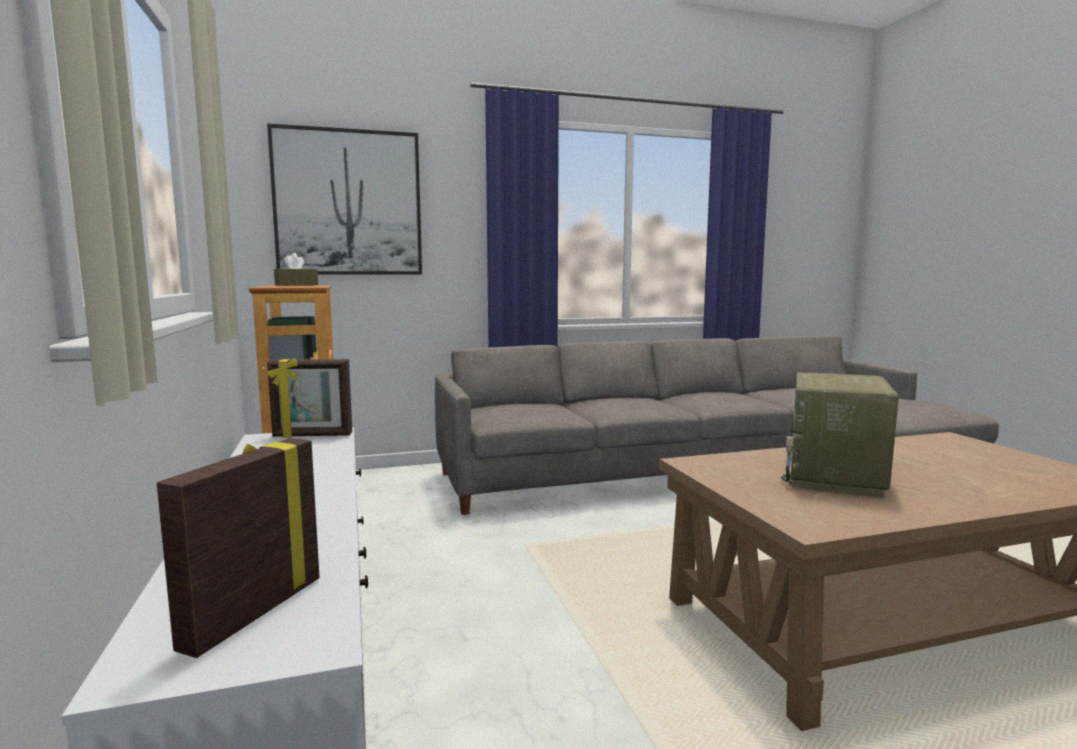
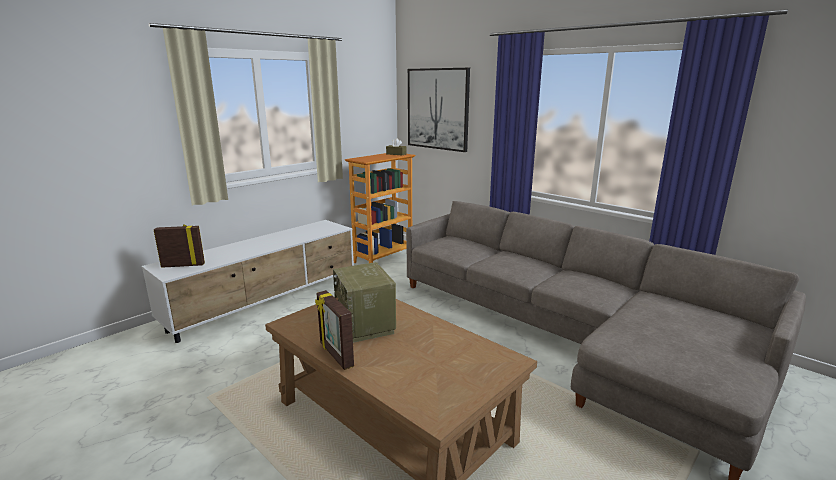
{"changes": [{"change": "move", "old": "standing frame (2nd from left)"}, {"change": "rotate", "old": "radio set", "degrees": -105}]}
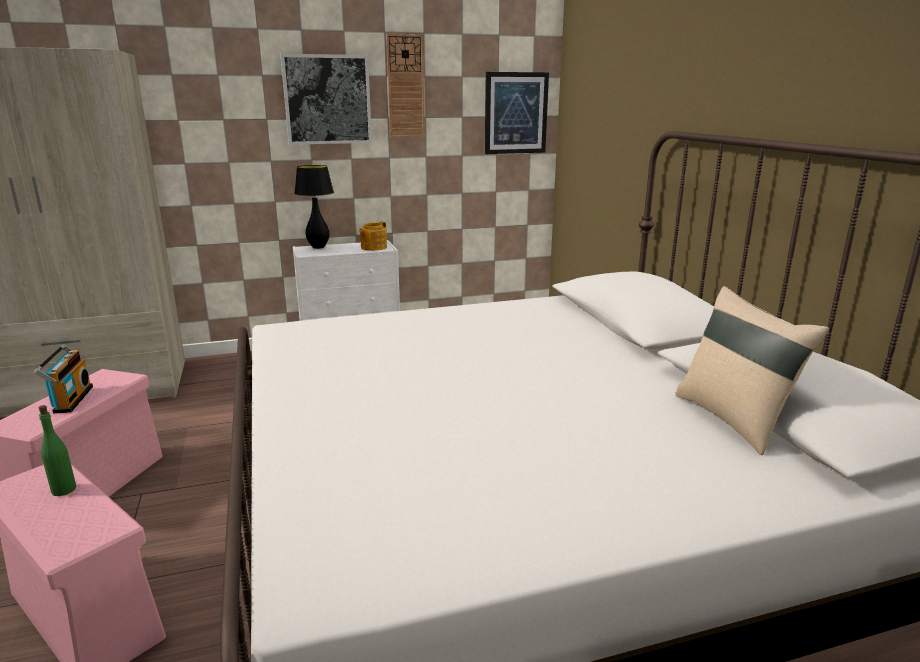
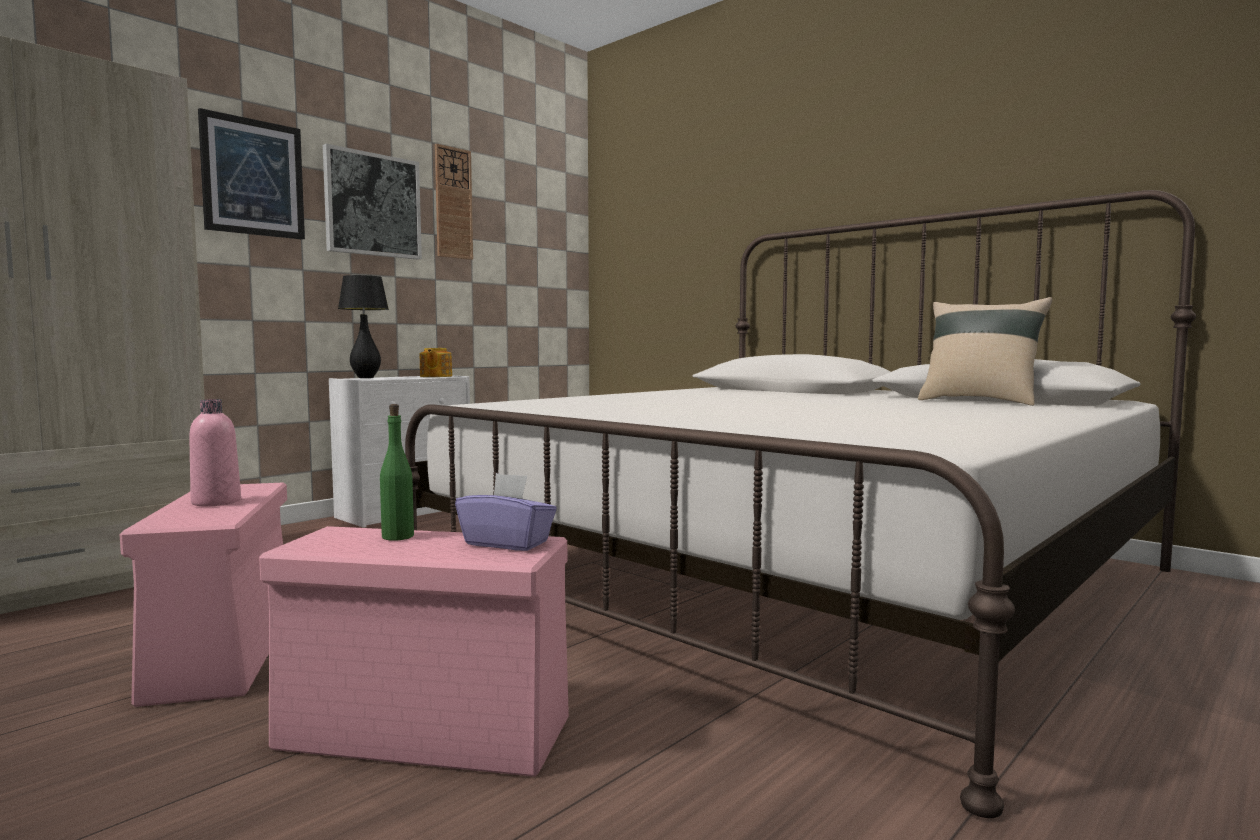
{"changes": [{"change": "insert", "new": "purplish tissue holder"}, {"change": "move", "old": "picture (2nd from left in the first image)", "new": "picture (1st from left)"}, {"change": "replace", "old": "radio set", "new": "pink-coloured beverage bottle"}]}
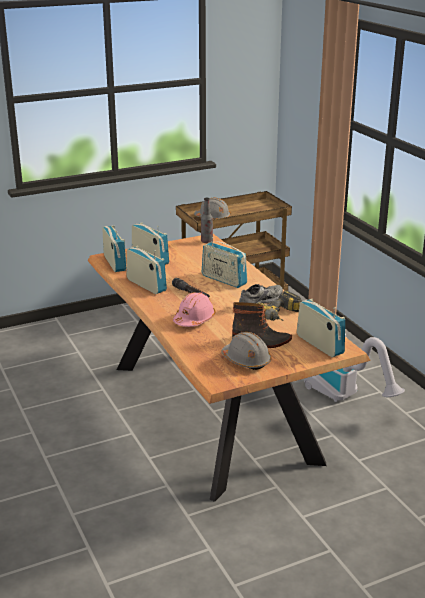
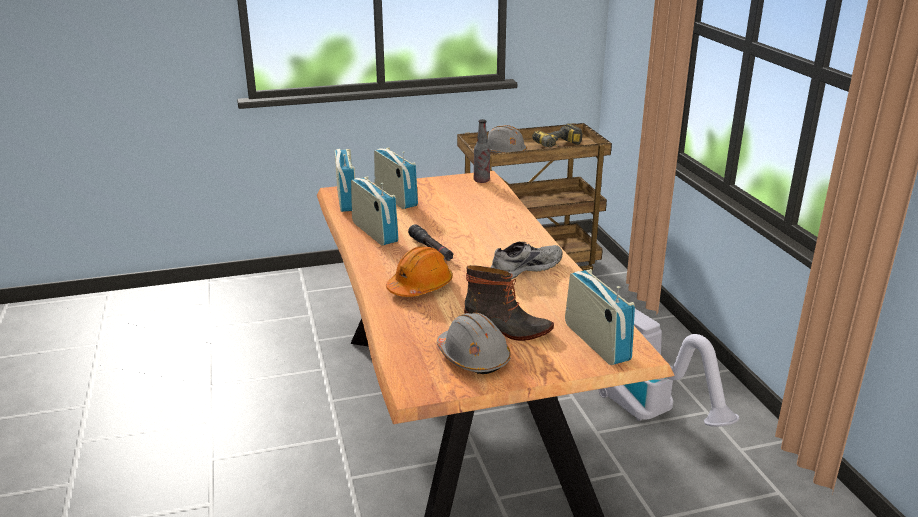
{"changes": [{"change": "delete", "old": "radio set (4th from left)"}, {"change": "move", "old": "drill"}, {"change": "recolor", "old": "pink-coloured safety helmet", "new": "orange safety helmet"}]}
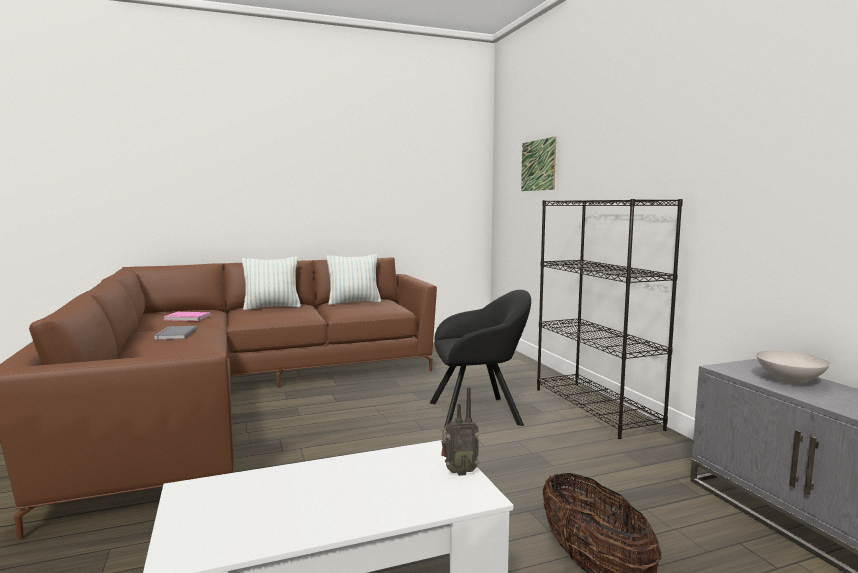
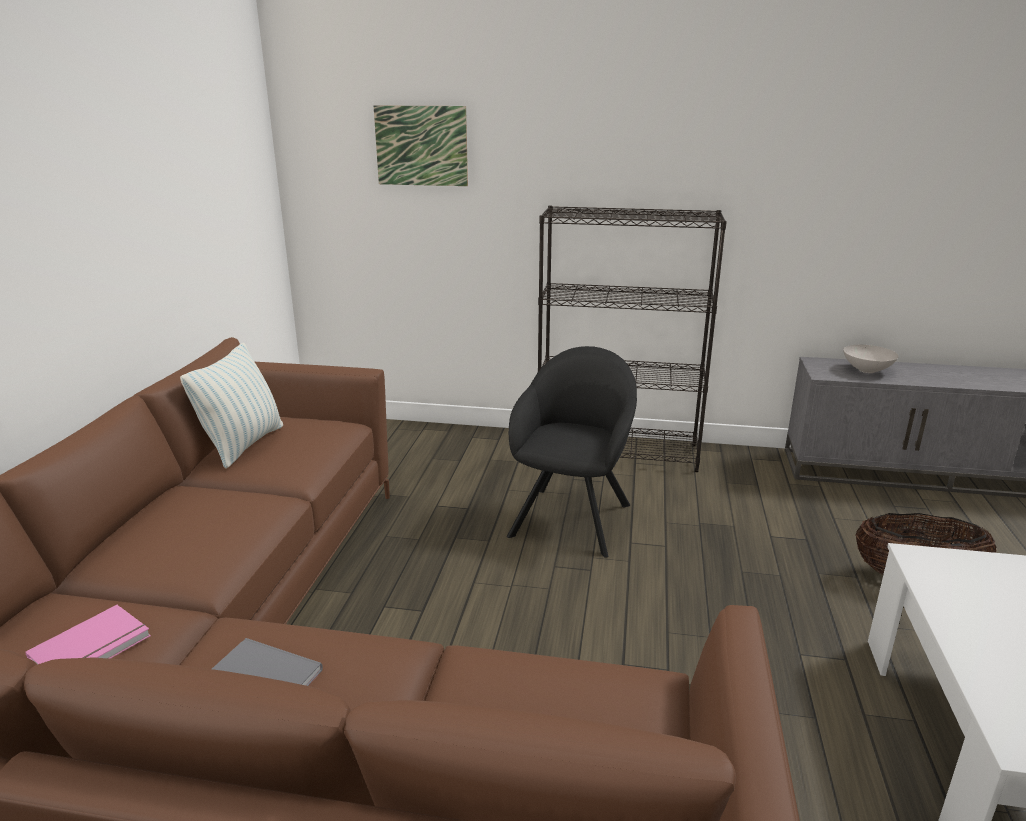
{"changes": [{"change": "delete", "old": "pillow (1st from left)"}, {"change": "delete", "old": "radio set"}]}
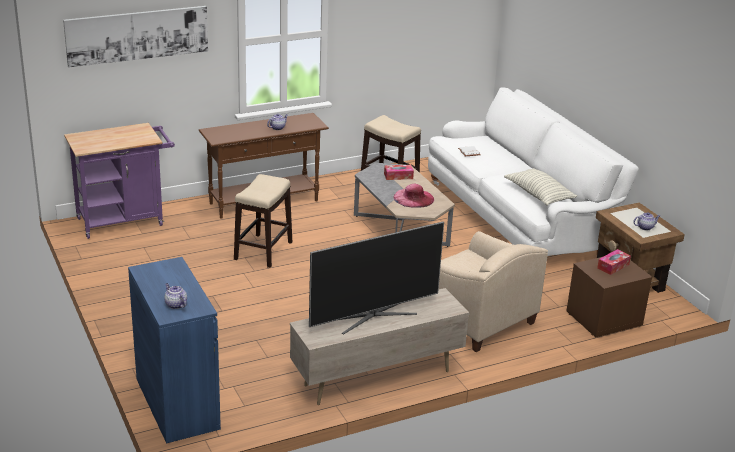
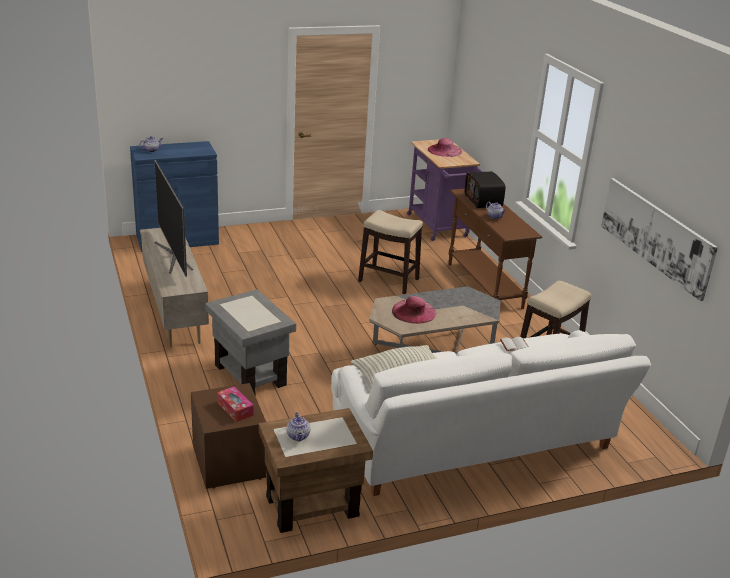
{"changes": [{"change": "delete", "old": "tissue holder (1st from left)"}, {"change": "insert", "new": "pink-coloured clothing hat (2nd from left)"}, {"change": "insert", "new": "radio set"}, {"change": "move", "old": "picture"}, {"change": "replace", "old": "sand-coloured easy chair", "new": "gray accent table"}]}
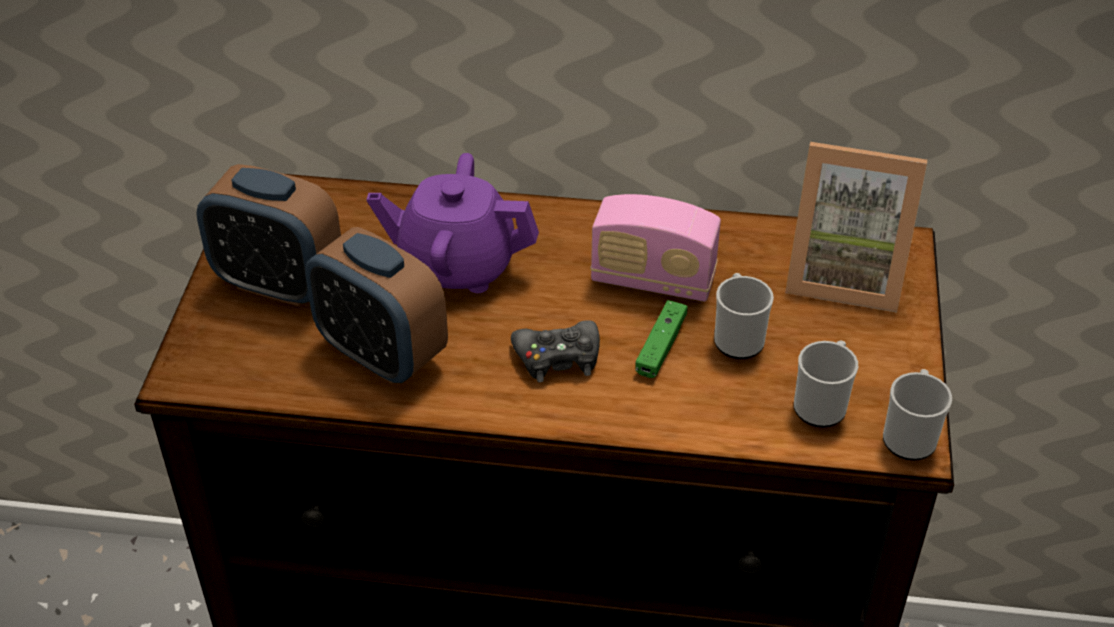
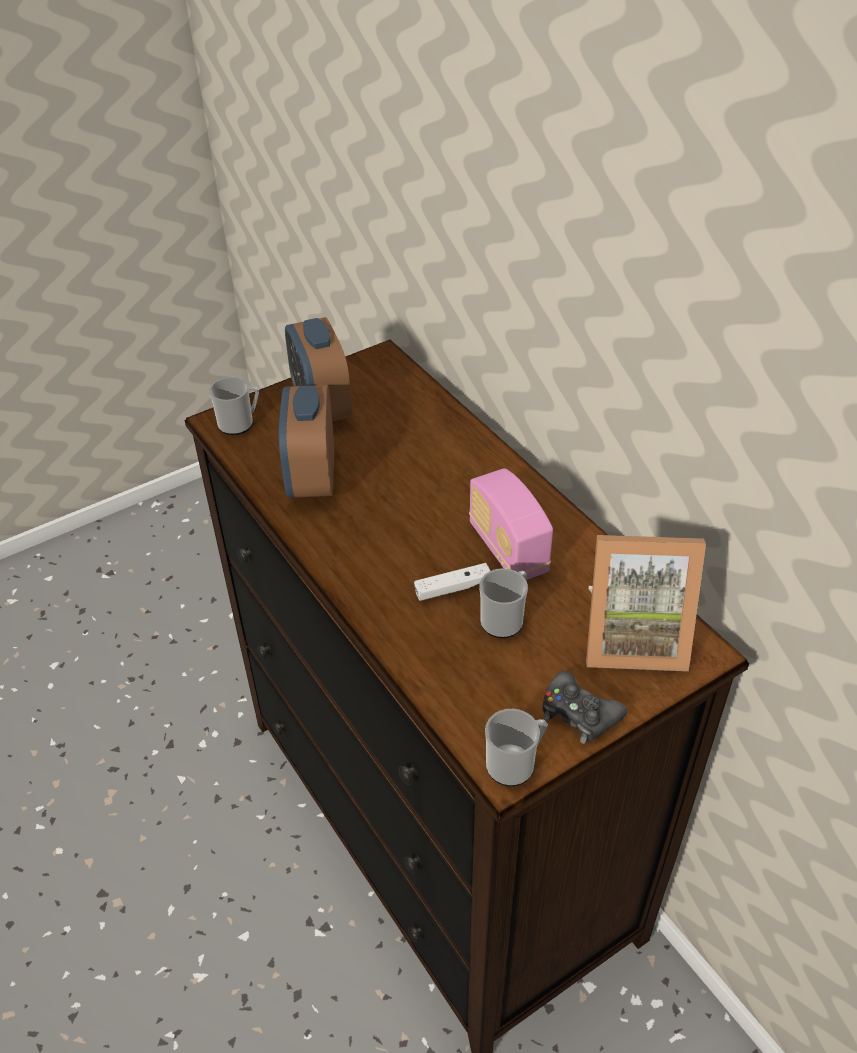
{"changes": [{"change": "delete", "old": "purplish pot for tea"}, {"change": "move", "old": "blackish gamepad"}, {"change": "move", "old": "mug (2nd from left in the first image)", "new": "mug (1st from left)"}, {"change": "recolor", "old": "green-coloured gamepad", "new": "whitish gamepad"}, {"change": "rotate", "old": "standing frame", "degrees": -60}]}
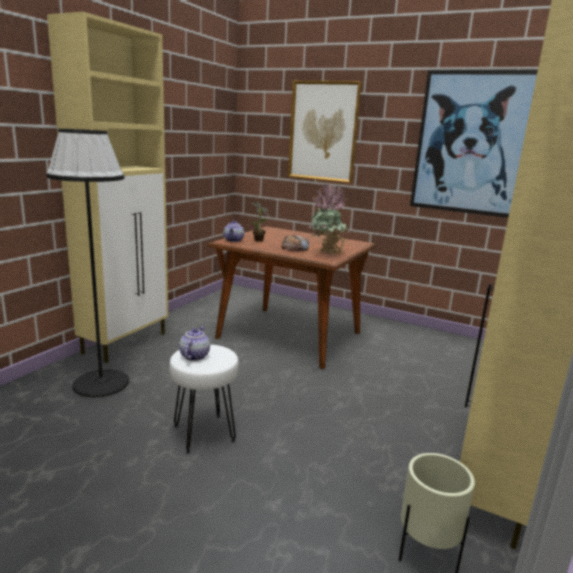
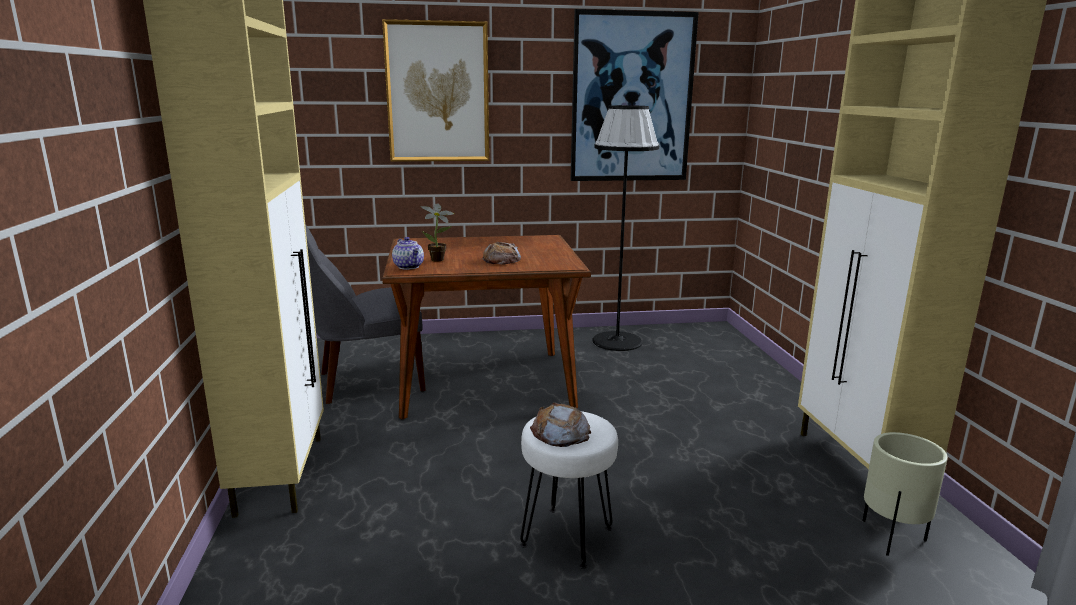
{"changes": [{"change": "delete", "old": "houseplant (2nd from left)"}, {"change": "insert", "new": "gray plain chair"}, {"change": "move", "old": "blackish standing lamp"}, {"change": "replace", "old": "pot for tea (1st from left)", "new": "baked bread (2nd from left)"}]}
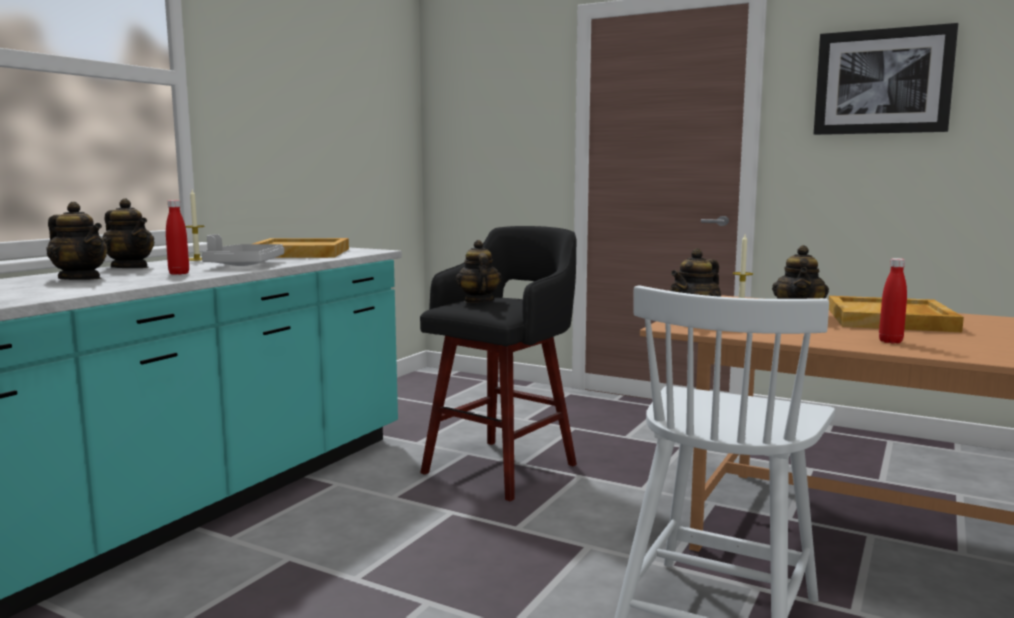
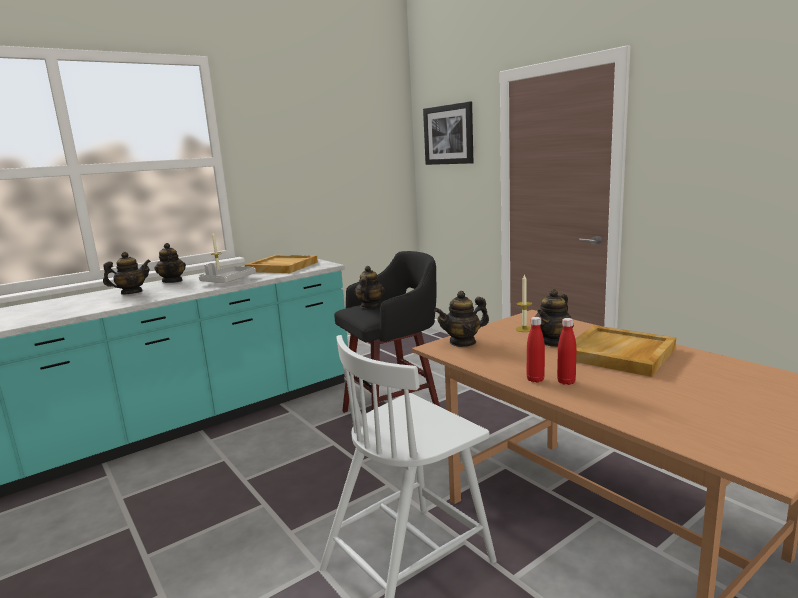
{"changes": [{"change": "move", "old": "red-coloured beverage bottle (1st from left)"}, {"change": "move", "old": "picture"}, {"change": "rotate", "old": "pot for tea (1st from left)", "degrees": -90}]}
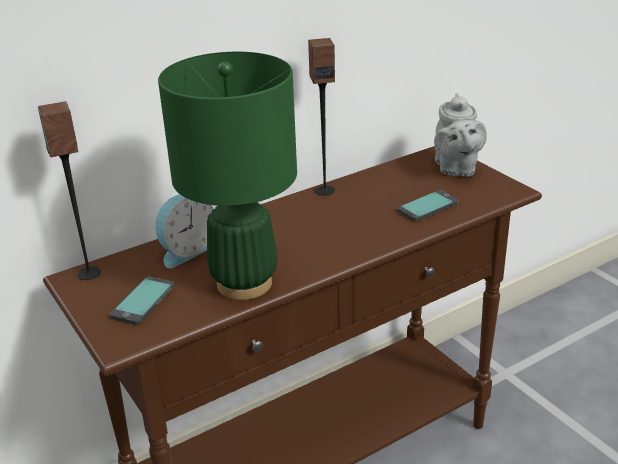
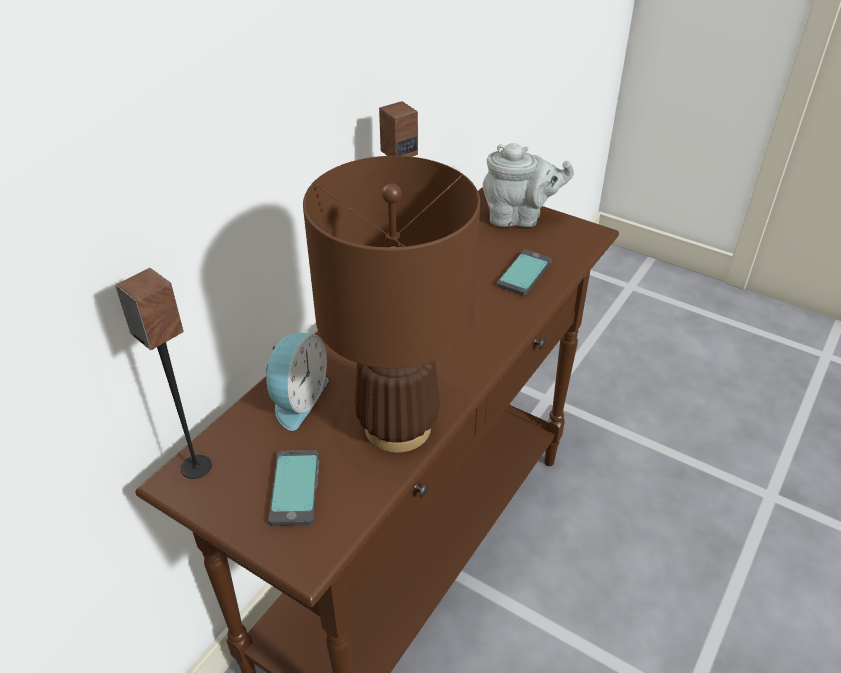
{"changes": [{"change": "recolor", "old": "green-coloured tabletop lamp", "new": "brown-coloured tabletop lamp"}, {"change": "rotate", "old": "gray pot for tea", "degrees": -60}]}
